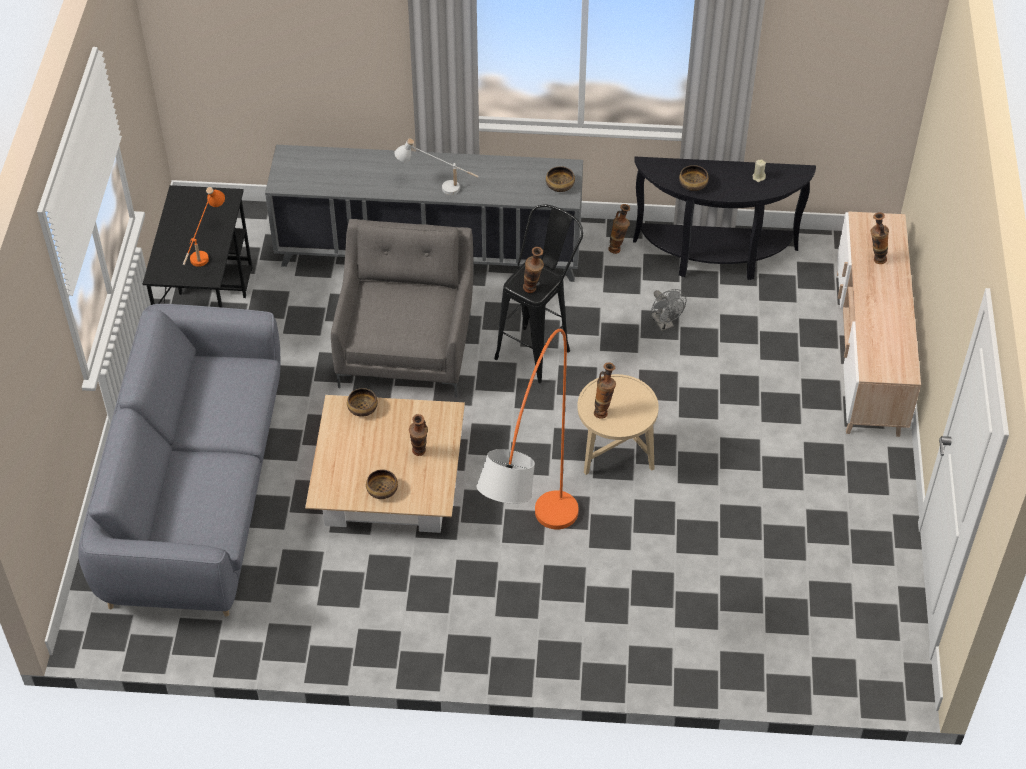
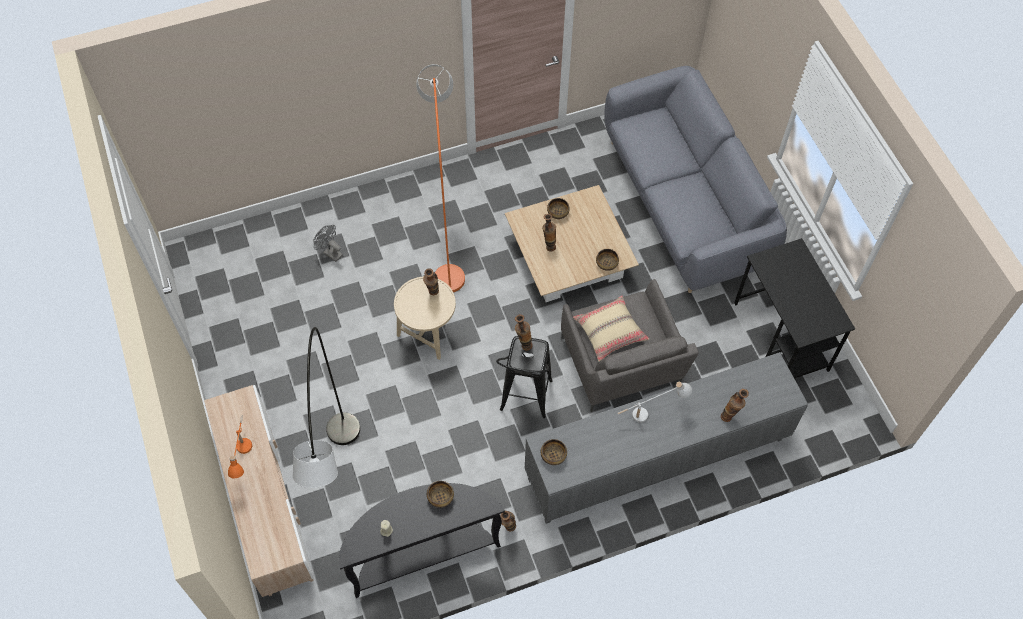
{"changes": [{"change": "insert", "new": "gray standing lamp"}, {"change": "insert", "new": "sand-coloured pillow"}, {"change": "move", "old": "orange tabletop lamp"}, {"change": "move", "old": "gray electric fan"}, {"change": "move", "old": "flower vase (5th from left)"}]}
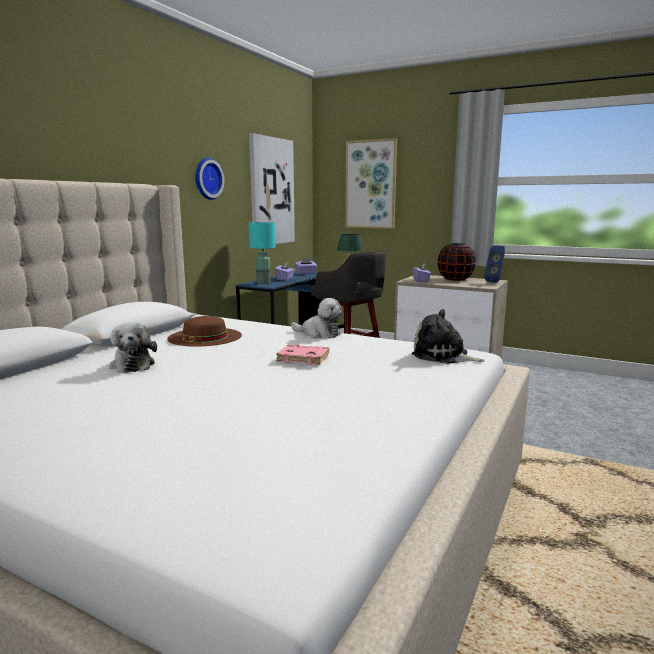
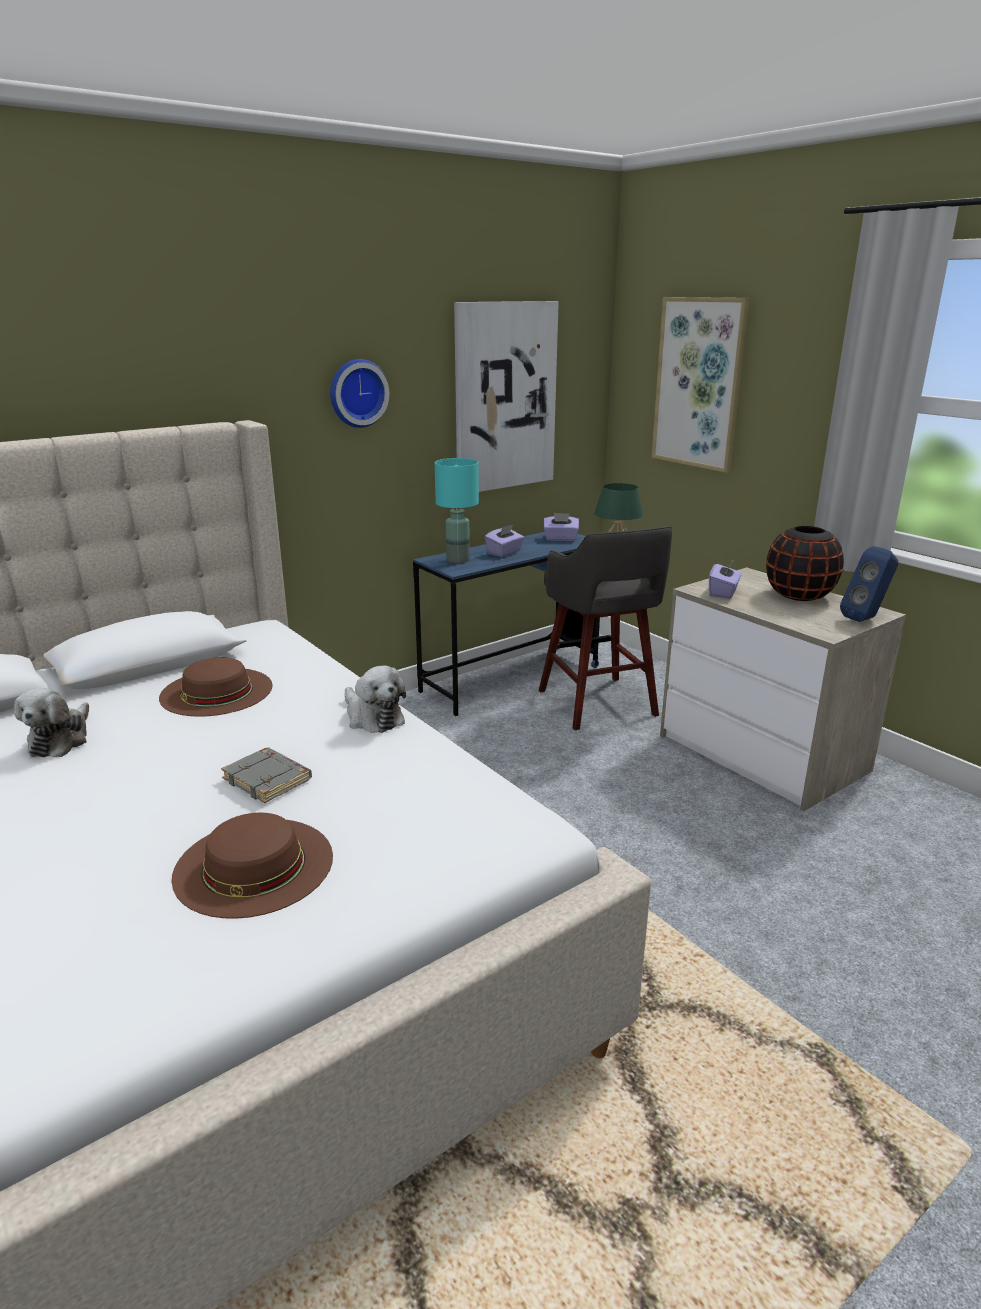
{"changes": [{"change": "delete", "old": "soft toy (3rd from left)"}, {"change": "insert", "new": "brown-coloured clothing hat (2nd from left)"}, {"change": "recolor", "old": "pink-coloured bound book", "new": "gray bound book"}]}
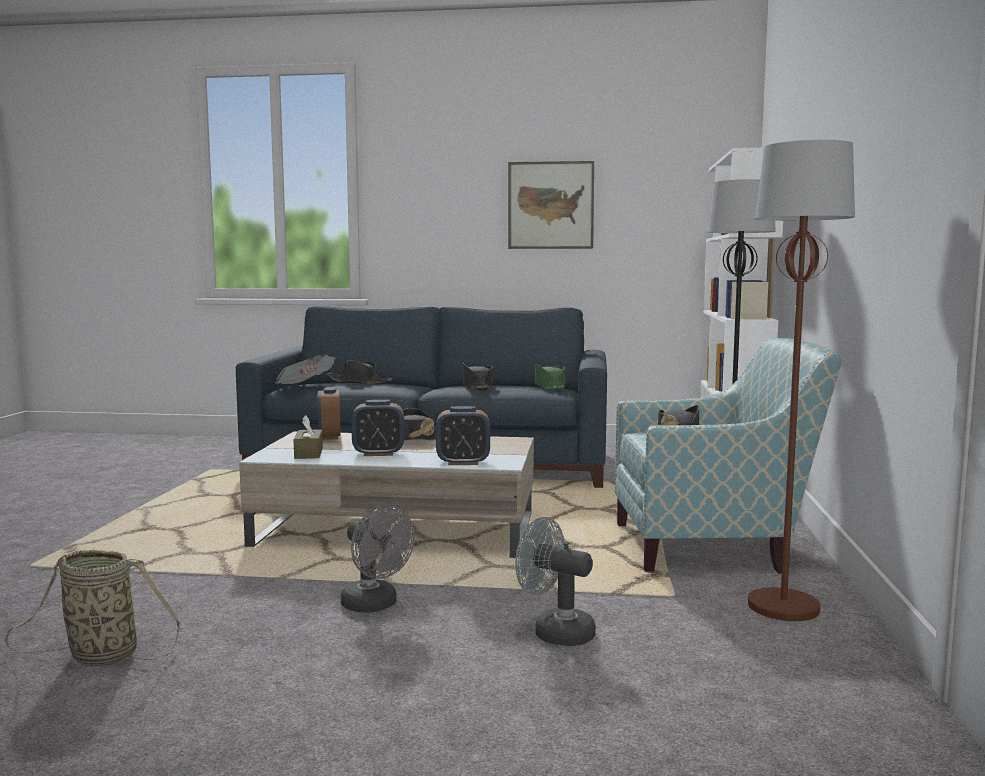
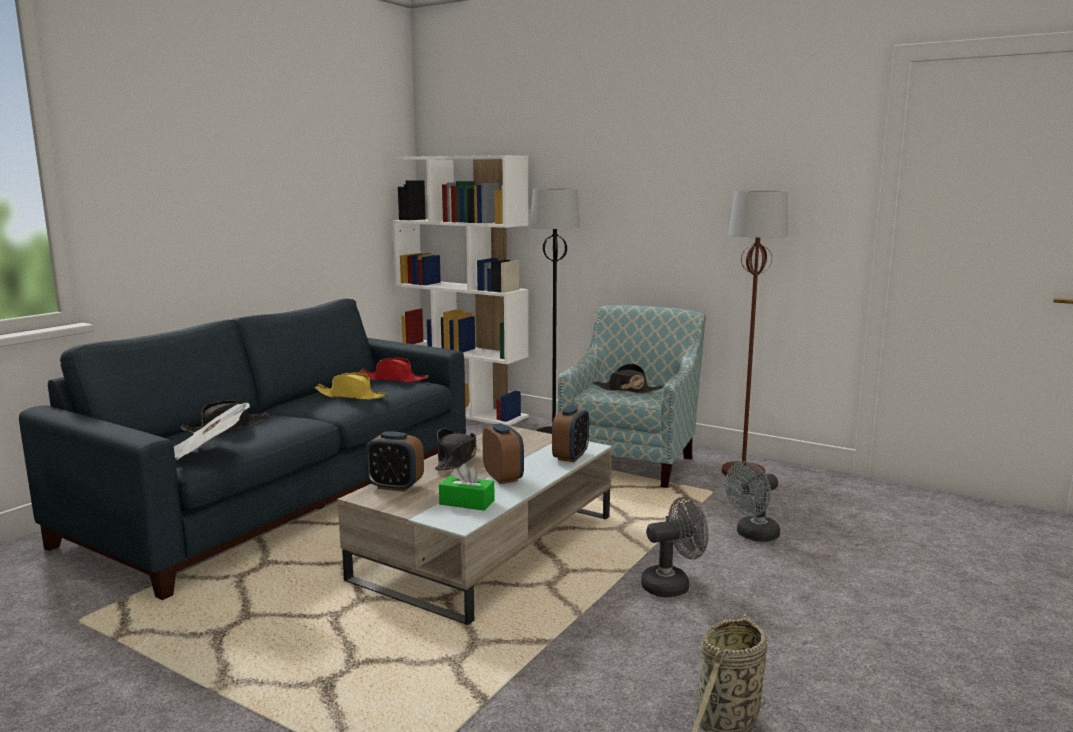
{"changes": [{"change": "delete", "old": "picture"}, {"change": "recolor", "old": "brown-coloured tissue holder", "new": "green-coloured tissue holder"}, {"change": "recolor", "old": "blackish clothing hat (3rd from left)", "new": "yellowish clothing hat"}, {"change": "recolor", "old": "green-coloured clothing hat", "new": "red-coloured clothing hat"}, {"change": "rotate", "old": "alarm clock (2nd from left)", "degrees": -45}]}
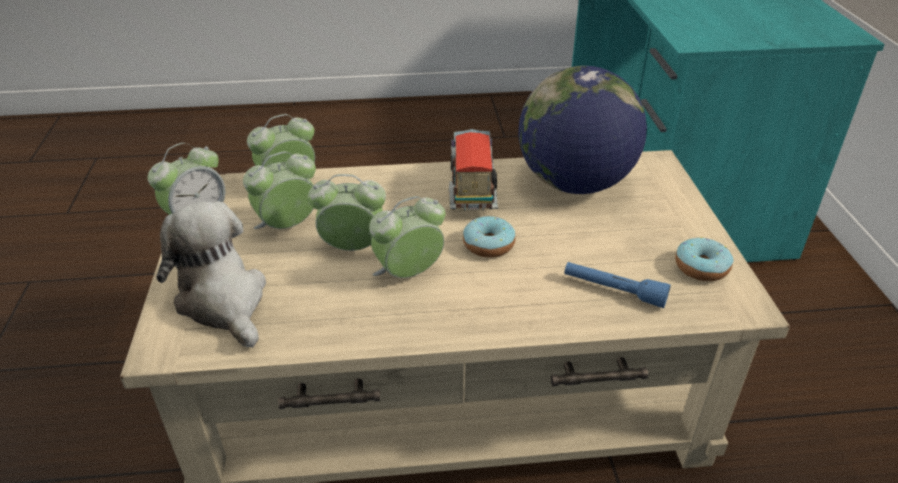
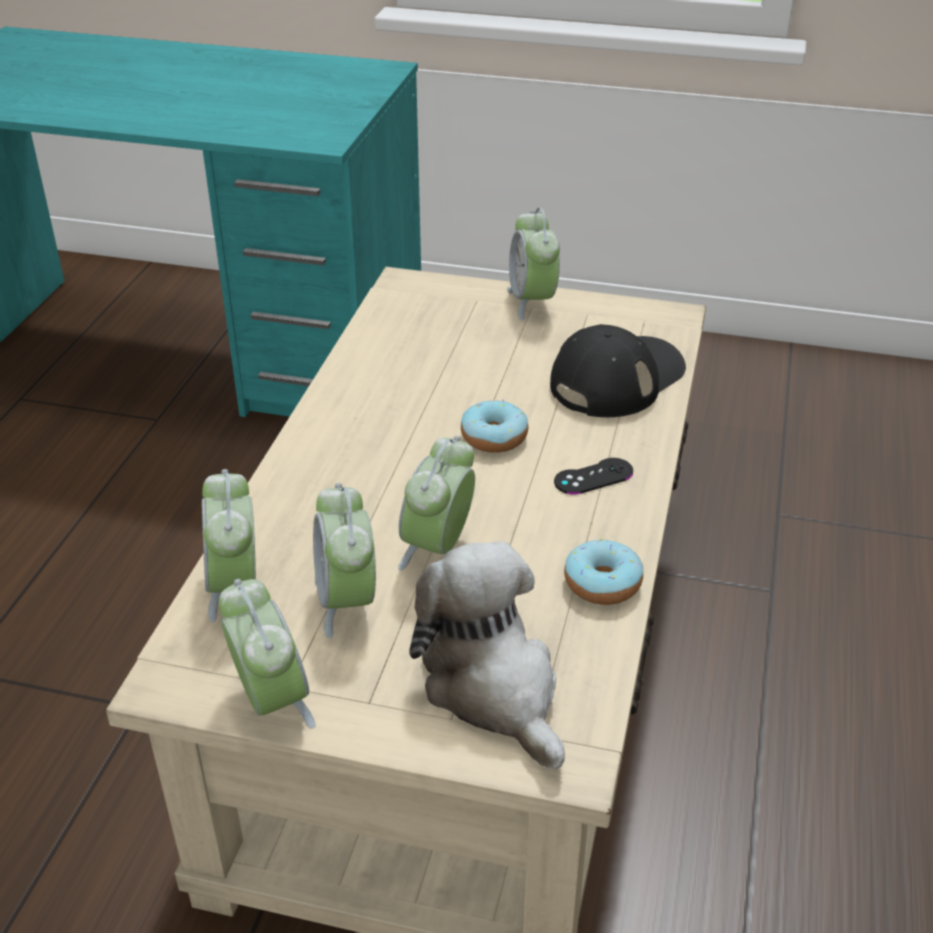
{"changes": [{"change": "delete", "old": "toy truck"}, {"change": "delete", "old": "globe"}, {"change": "insert", "new": "blackish gamepad"}, {"change": "move", "old": "alarm clock (5th from left)"}, {"change": "move", "old": "donut (2nd from left)"}, {"change": "replace", "old": "blue torch", "new": "blackish peaked cap"}, {"change": "rotate", "old": "soft toy", "degrees": 75}]}
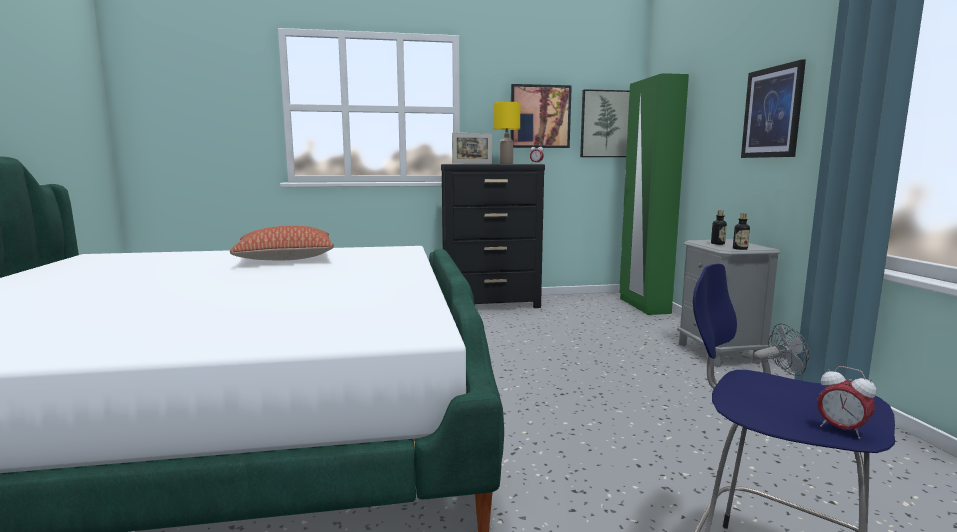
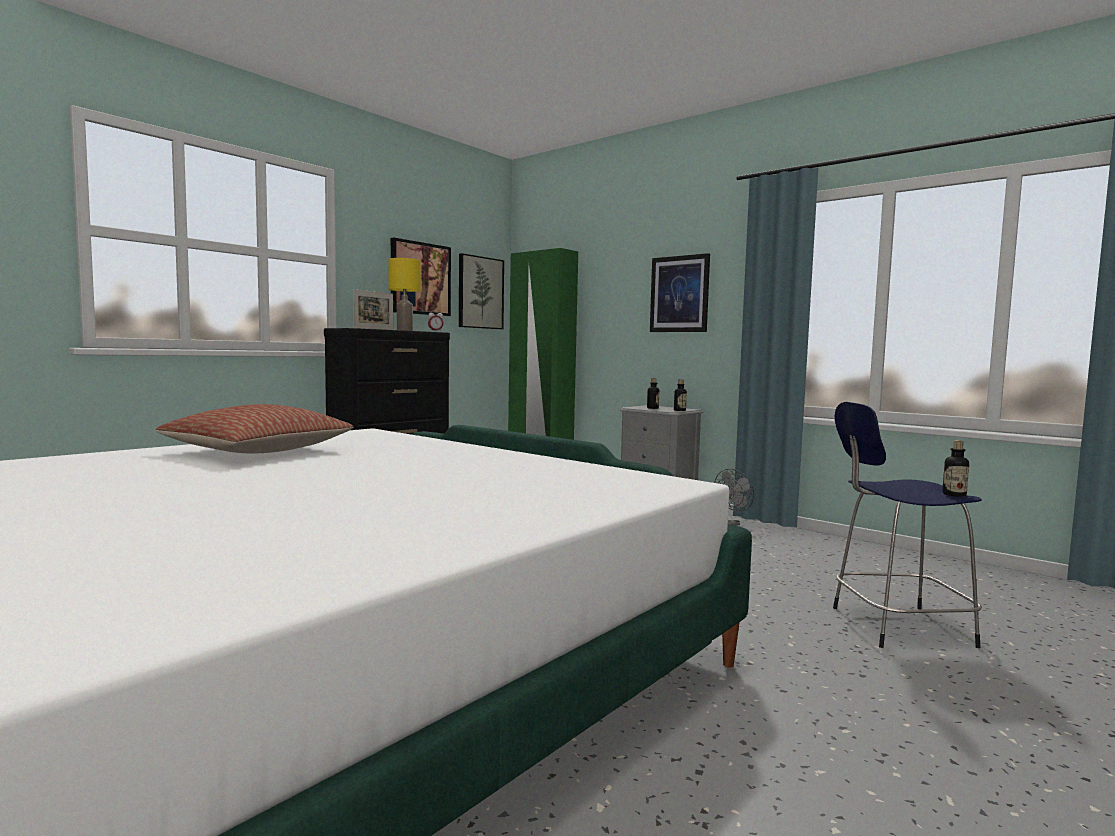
{"changes": [{"change": "replace", "old": "alarm clock (2nd from left)", "new": "beverage bottle (3rd from left)"}]}
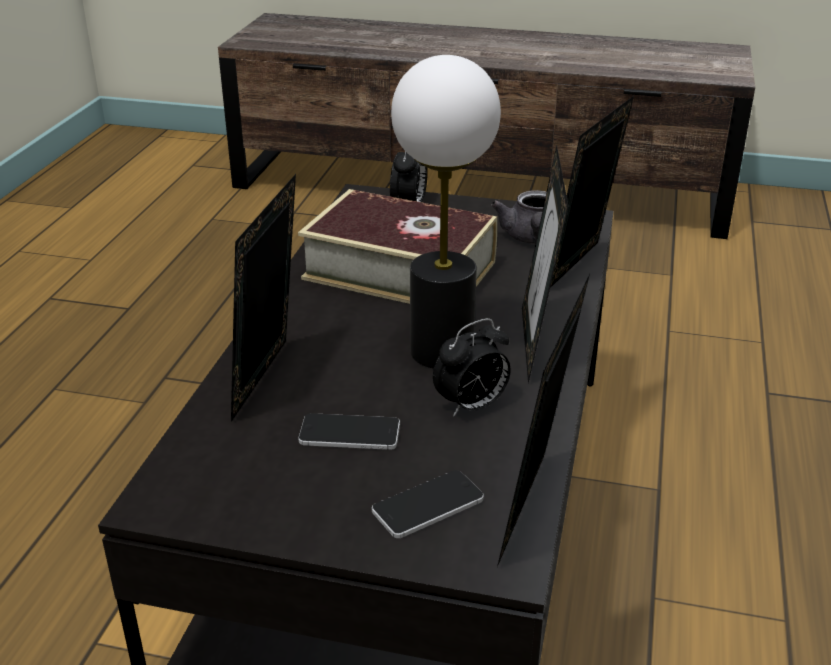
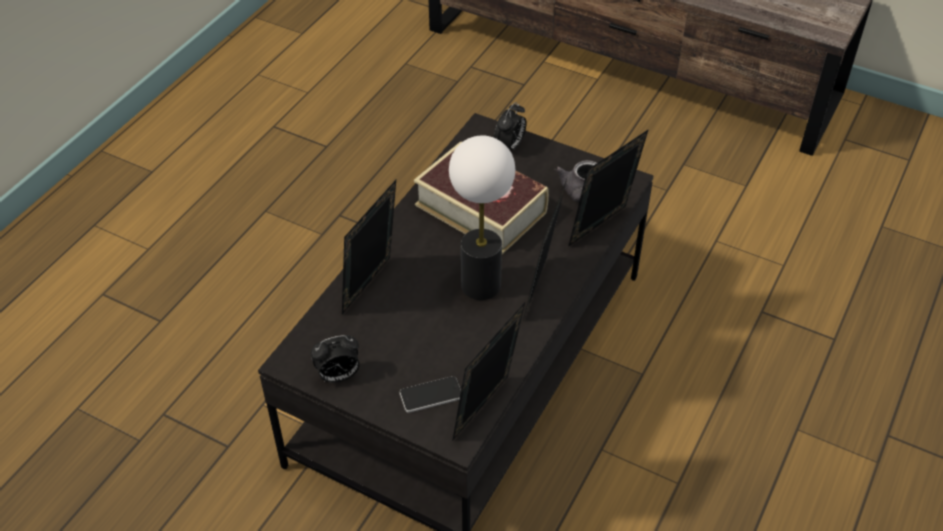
{"changes": [{"change": "delete", "old": "telephone (1st from left)"}, {"change": "move", "old": "alarm clock (2nd from left in the first image)", "new": "alarm clock (1st from left)"}]}
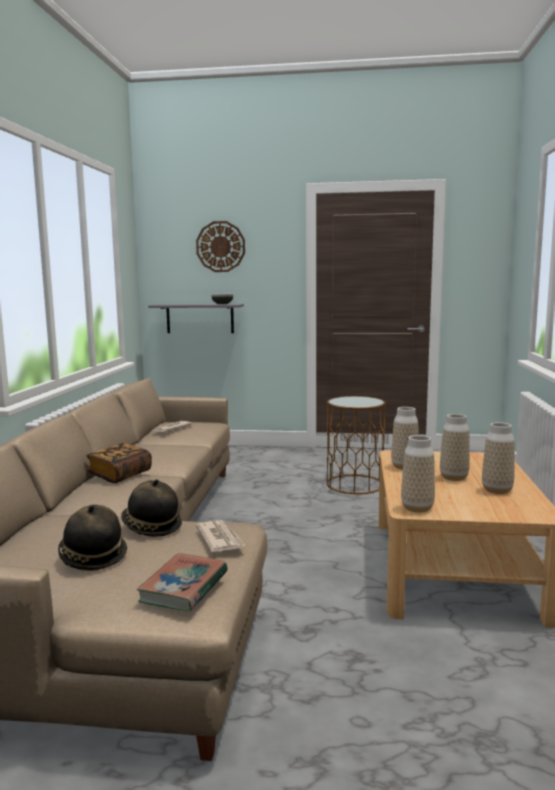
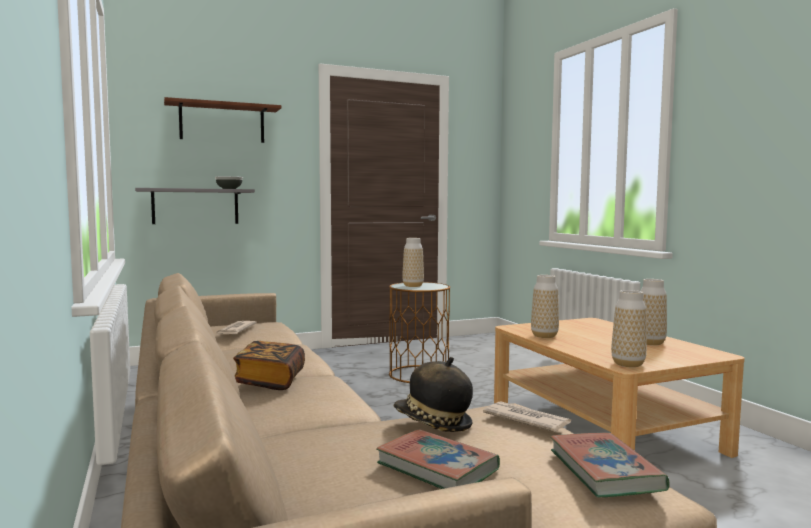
{"changes": [{"change": "move", "old": "flower vase (3rd from left in the first image)", "new": "flower vase (1st from left)"}, {"change": "replace", "old": "clothing hat (1st from left)", "new": "bound book (2nd from left)"}, {"change": "replace", "old": "hanging clock", "new": "brown-coloured bracket shelf"}]}
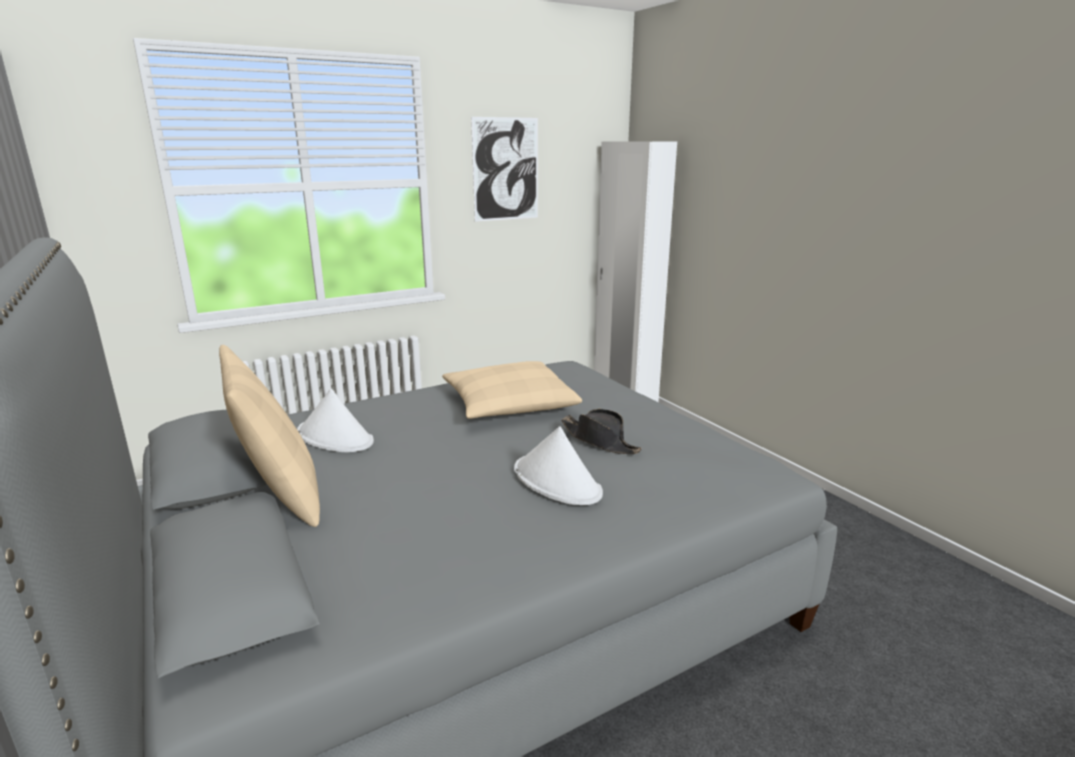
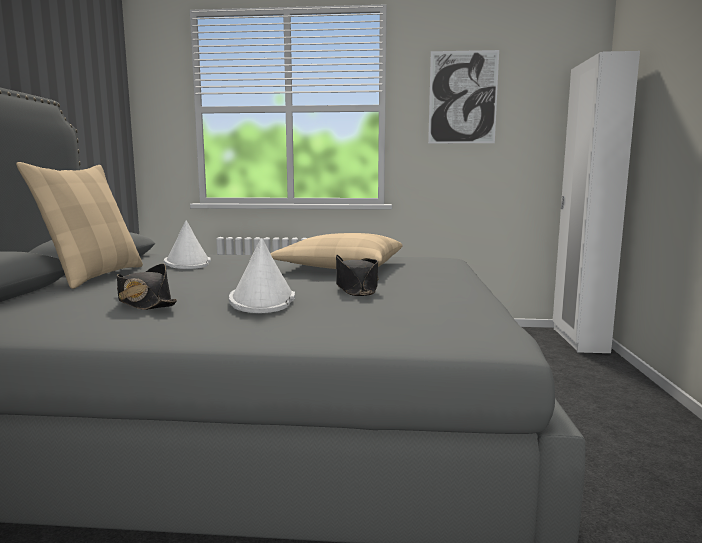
{"changes": [{"change": "insert", "new": "blackish clothing hat (1st from left)"}]}
